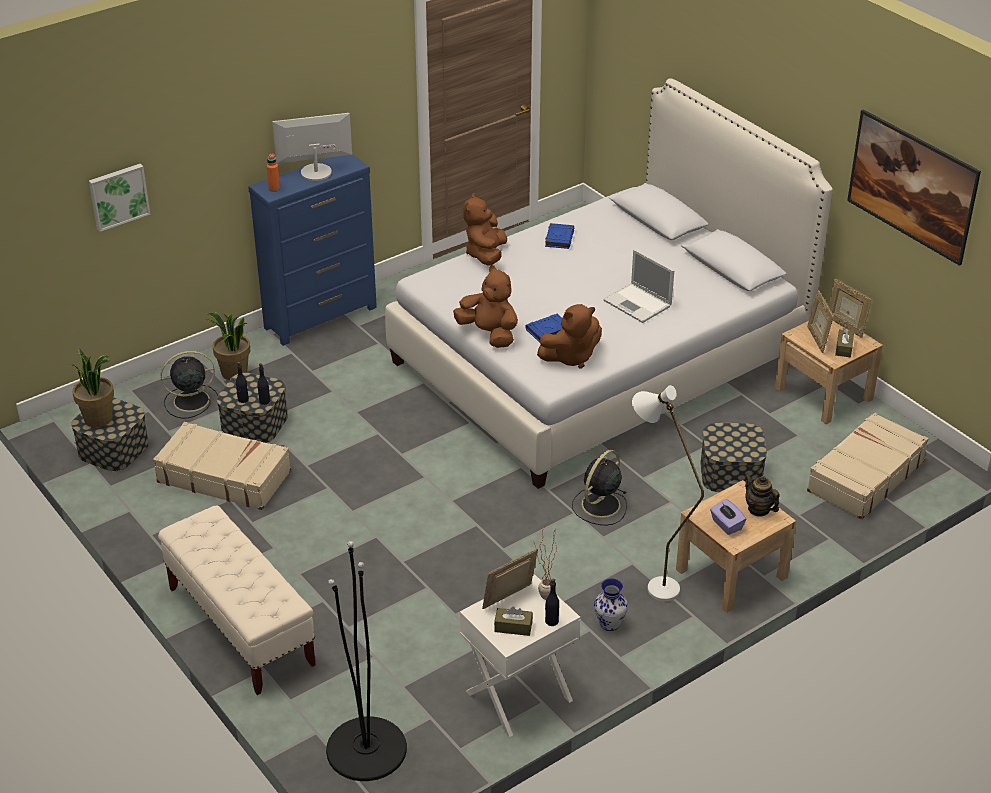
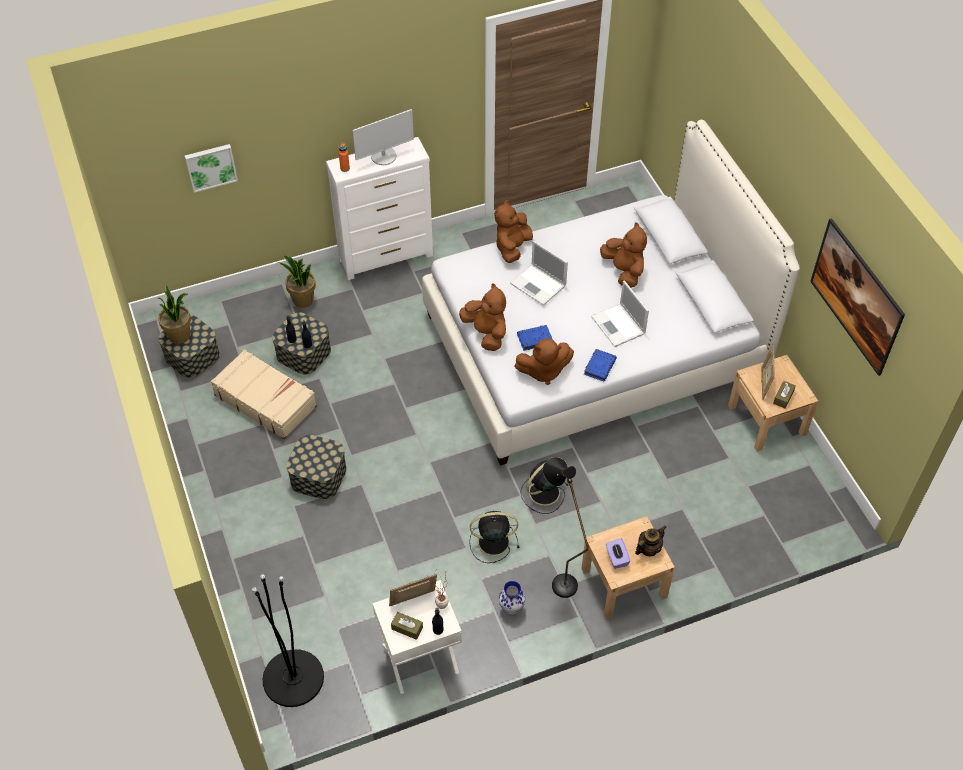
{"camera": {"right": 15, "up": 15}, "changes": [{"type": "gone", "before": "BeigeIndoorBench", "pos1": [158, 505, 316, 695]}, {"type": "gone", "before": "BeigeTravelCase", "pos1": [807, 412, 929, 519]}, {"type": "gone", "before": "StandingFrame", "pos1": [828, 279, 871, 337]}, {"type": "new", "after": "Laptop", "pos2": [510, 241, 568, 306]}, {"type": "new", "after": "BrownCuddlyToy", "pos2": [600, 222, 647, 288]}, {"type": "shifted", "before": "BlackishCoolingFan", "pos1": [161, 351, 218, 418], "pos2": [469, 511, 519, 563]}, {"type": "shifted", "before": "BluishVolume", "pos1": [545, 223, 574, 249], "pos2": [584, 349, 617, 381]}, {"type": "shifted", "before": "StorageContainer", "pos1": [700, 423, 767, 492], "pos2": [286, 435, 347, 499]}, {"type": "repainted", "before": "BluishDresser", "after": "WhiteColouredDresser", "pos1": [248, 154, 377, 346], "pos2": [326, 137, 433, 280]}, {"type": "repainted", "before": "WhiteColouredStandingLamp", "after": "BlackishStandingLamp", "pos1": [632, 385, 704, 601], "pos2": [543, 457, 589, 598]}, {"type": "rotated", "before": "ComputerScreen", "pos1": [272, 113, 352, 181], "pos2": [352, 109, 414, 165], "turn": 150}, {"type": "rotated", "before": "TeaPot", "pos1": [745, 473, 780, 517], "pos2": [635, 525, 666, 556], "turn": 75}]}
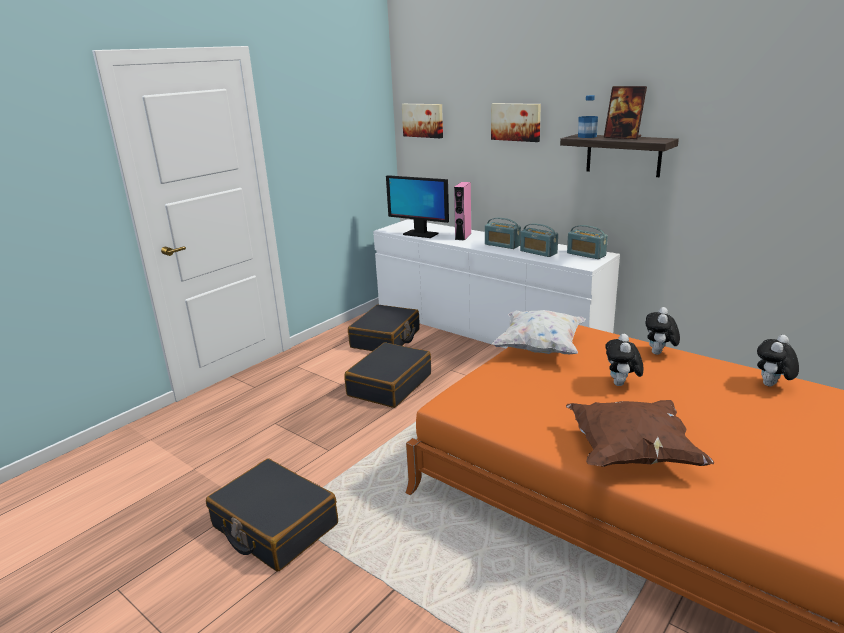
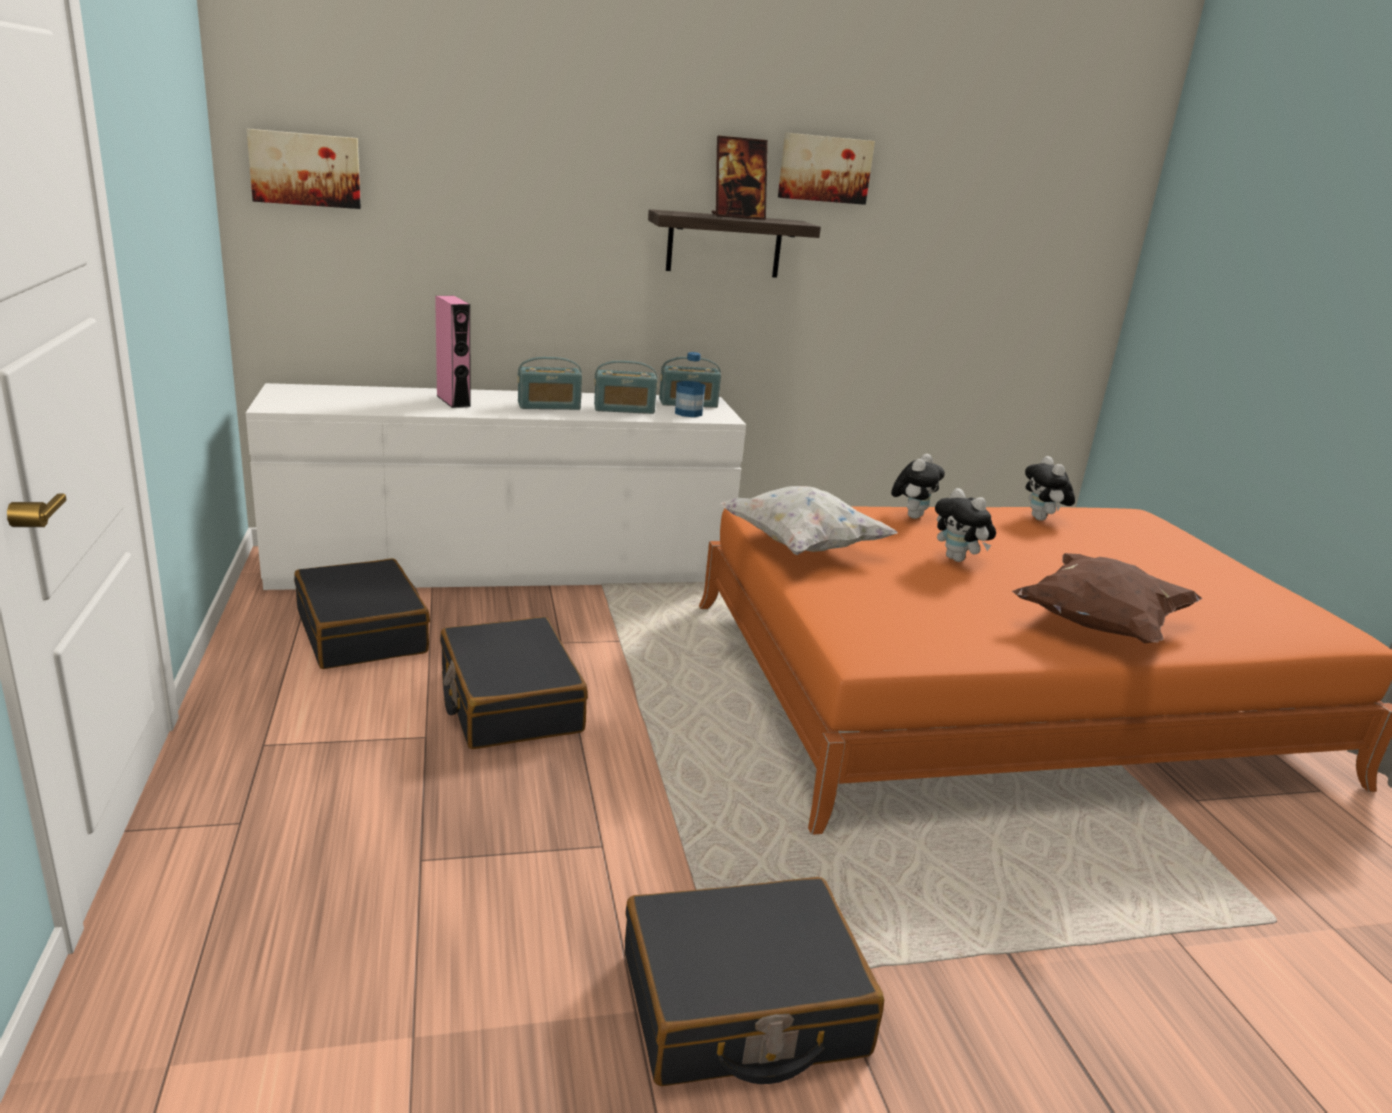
{"camera": {"right": -55, "up": 0}, "changes": [{"type": "gone", "before": "ComputerScreen", "pos1": [386, 175, 449, 238]}, {"type": "shifted", "before": "WallPicture", "pos1": [491, 103, 541, 142], "pos2": [778, 133, 875, 205]}, {"type": "shifted", "before": "DrinkBottle", "pos1": [578, 95, 598, 138], "pos2": [675, 352, 706, 417]}, {"type": "rotated", "before": "CuddlyToy", "pos1": [645, 307, 680, 355], "pos2": [891, 454, 945, 519], "turn": -120}]}
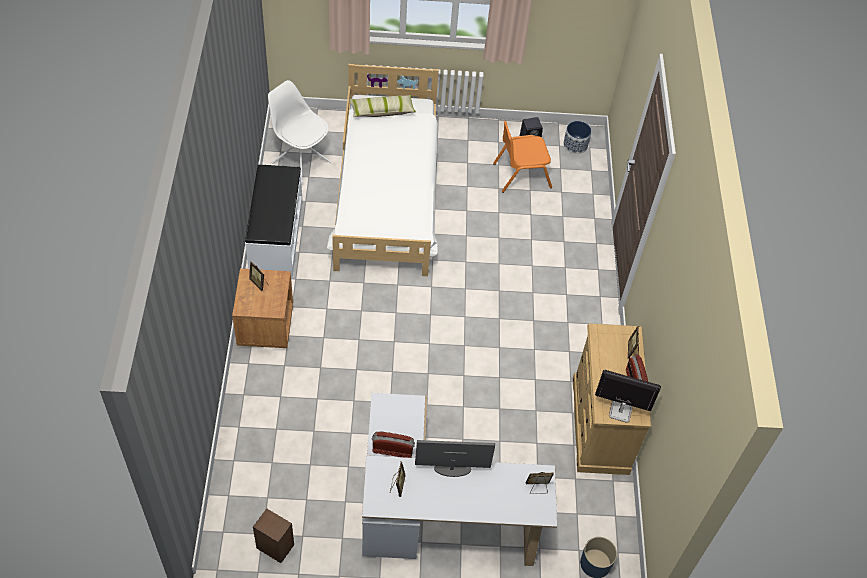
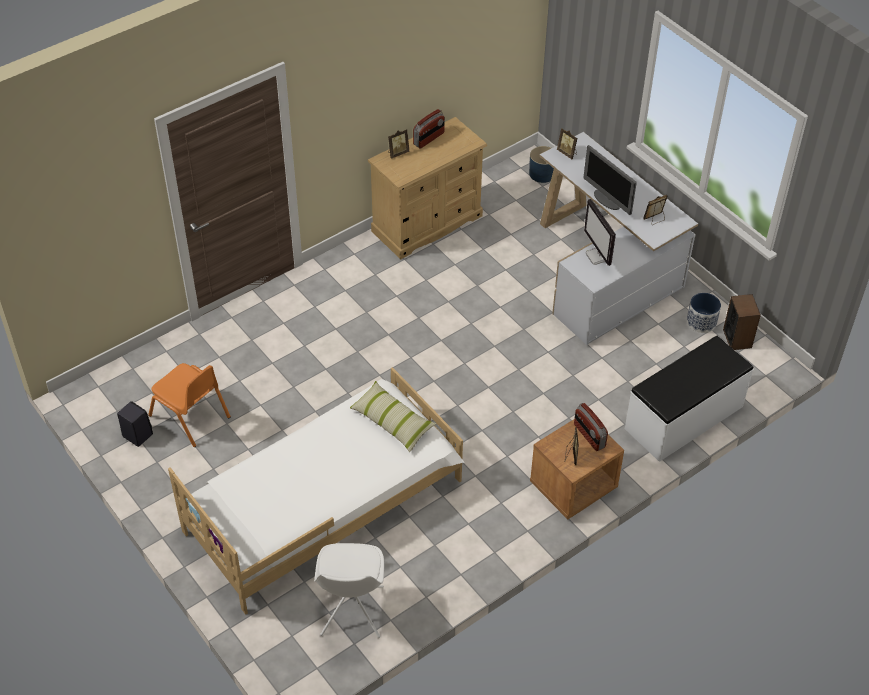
{"camera": {"right": -125, "up": -5}, "changes": [{"type": "shifted", "before": "WhiteColouredIndoorBench", "pos1": [245, 164, 303, 277], "pos2": [625, 336, 754, 462]}, {"type": "shifted", "before": "ThrowPillow", "pos1": [349, 95, 416, 117], "pos2": [350, 381, 436, 452]}, {"type": "shifted", "before": "RadioSet", "pos1": [372, 431, 415, 458], "pos2": [574, 403, 608, 451]}, {"type": "shifted", "before": "Planter", "pos1": [563, 121, 592, 154], "pos2": [687, 293, 721, 333]}, {"type": "shifted", "before": "ComputerScreen", "pos1": [595, 370, 661, 423], "pos2": [584, 199, 616, 266]}]}
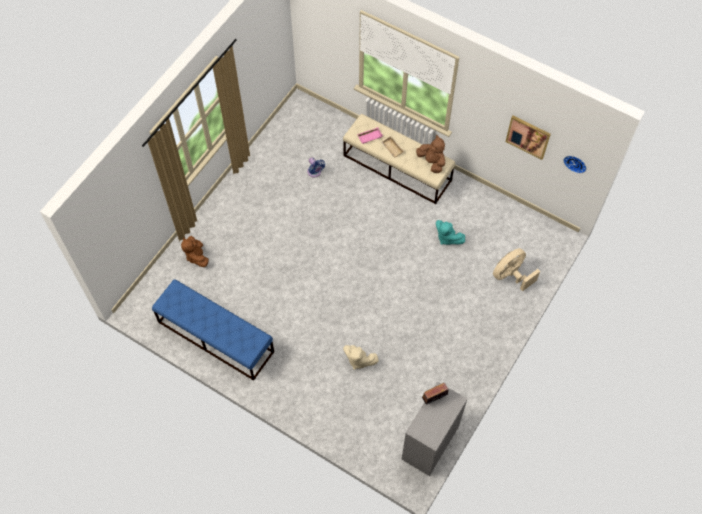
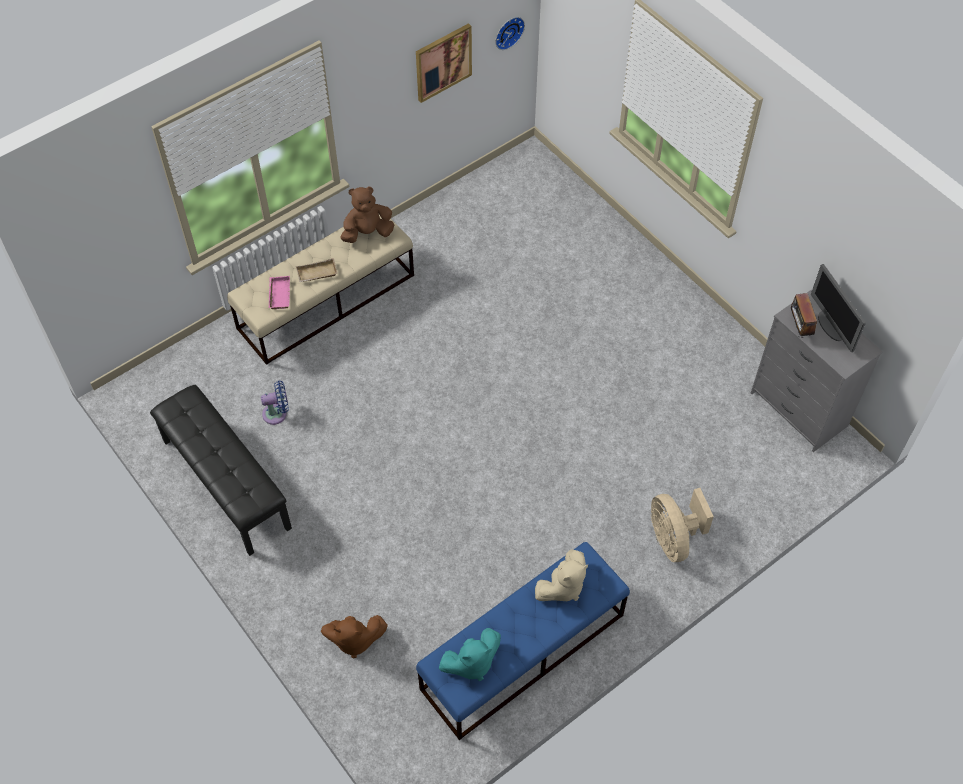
{"camera": {"right": -70, "up": -5}, "changes": [{"type": "new", "after": "BlackishIndoorBench", "pos2": [150, 385, 292, 556]}, {"type": "new", "after": "ComputerScreen", "pos2": [811, 264, 866, 352]}, {"type": "shifted", "before": "BeigeCuddlyToy", "pos1": [343, 345, 379, 370], "pos2": [535, 549, 588, 601]}, {"type": "shifted", "before": "TurquoiseColouredCuddlyToy", "pos1": [436, 220, 465, 245], "pos2": [439, 628, 501, 681]}, {"type": "shifted", "before": "BeigeCoolingFan", "pos1": [493, 248, 540, 291], "pos2": [651, 488, 714, 562]}]}
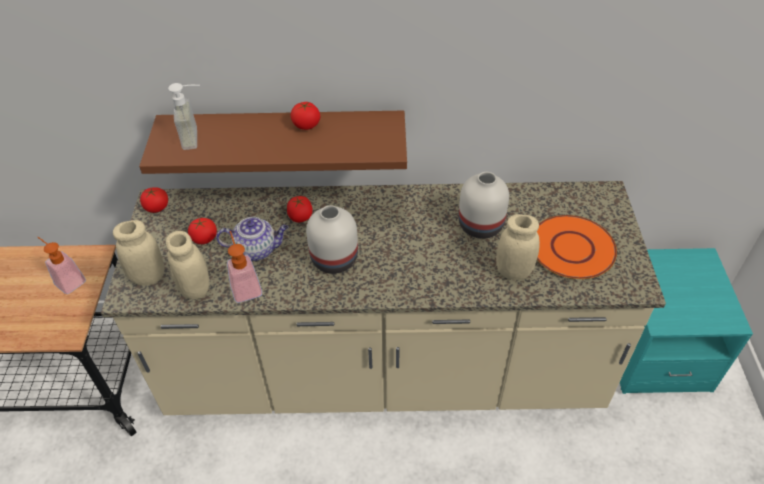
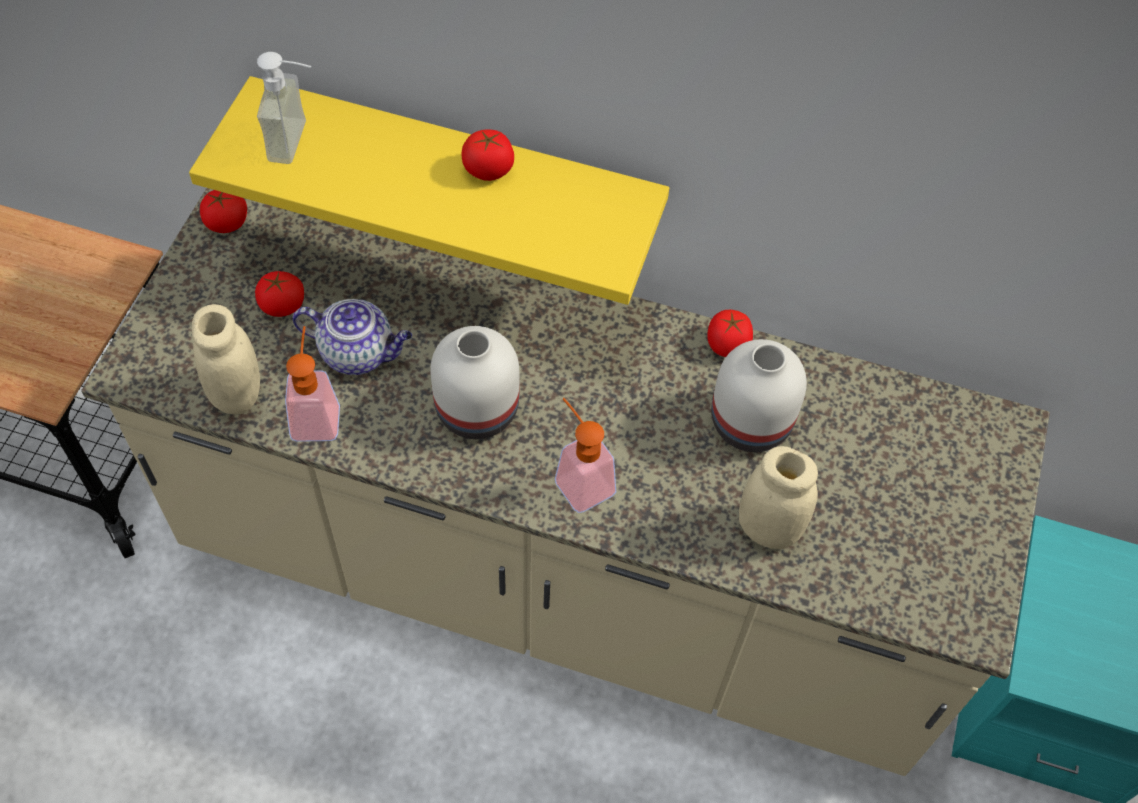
{"camera": {"right": 15, "up": 10}, "changes": [{"type": "gone", "before": "BeigePreserveJar", "pos1": [113, 220, 165, 286]}, {"type": "gone", "before": "OrangeColouredDinnerPlate", "pos1": [537, 215, 617, 279]}, {"type": "shifted", "before": "LiquidSoapBottle", "pos1": [37, 237, 86, 294], "pos2": [555, 398, 616, 513]}, {"type": "shifted", "before": "Tomato", "pos1": [287, 196, 313, 222], "pos2": [707, 310, 753, 357]}, {"type": "repainted", "before": "BrownBracketShelf", "after": "YellowishBracketShelf", "pos1": [139, 110, 407, 174], "pos2": [189, 76, 669, 305]}]}
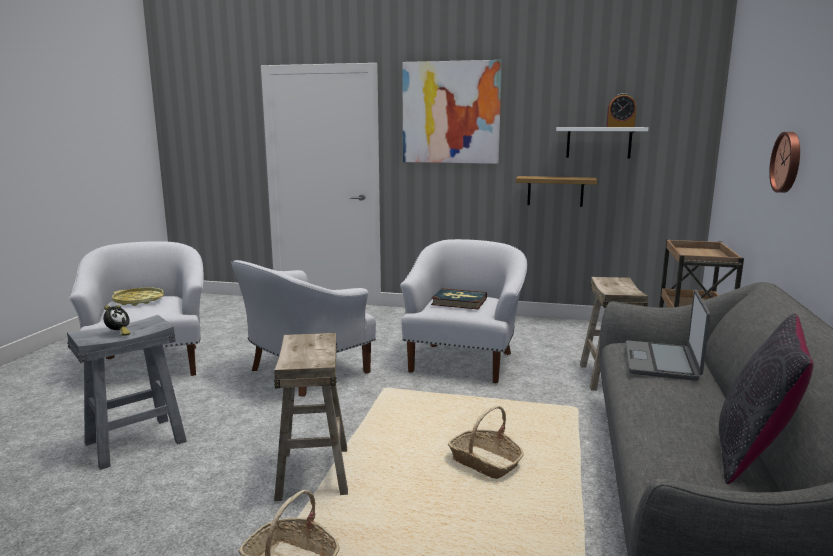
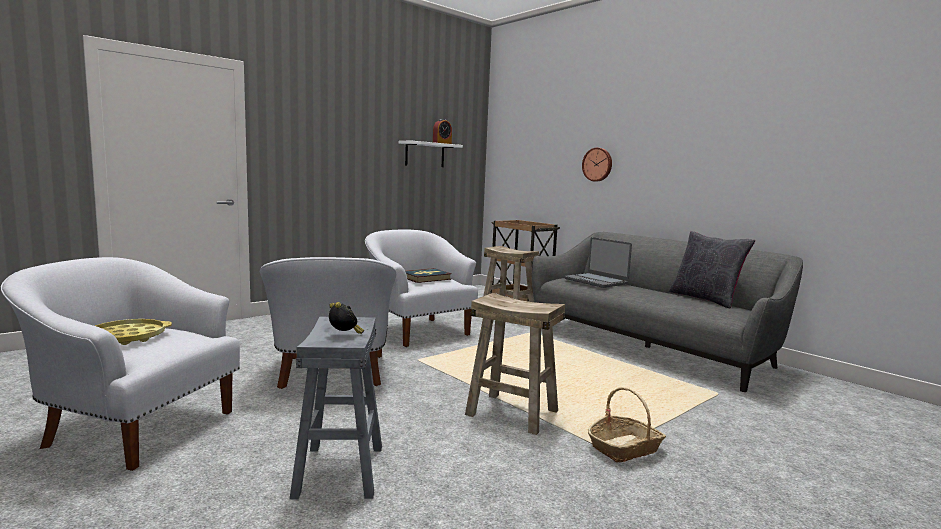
{"camera": {"right": -55, "up": -5}, "changes": [{"type": "gone", "before": "WallPicture", "pos1": [402, 60, 502, 164]}, {"type": "gone", "before": "HouseholdBasket", "pos1": [448, 406, 524, 479]}, {"type": "gone", "before": "BracketShelf", "pos1": [516, 176, 597, 207]}]}
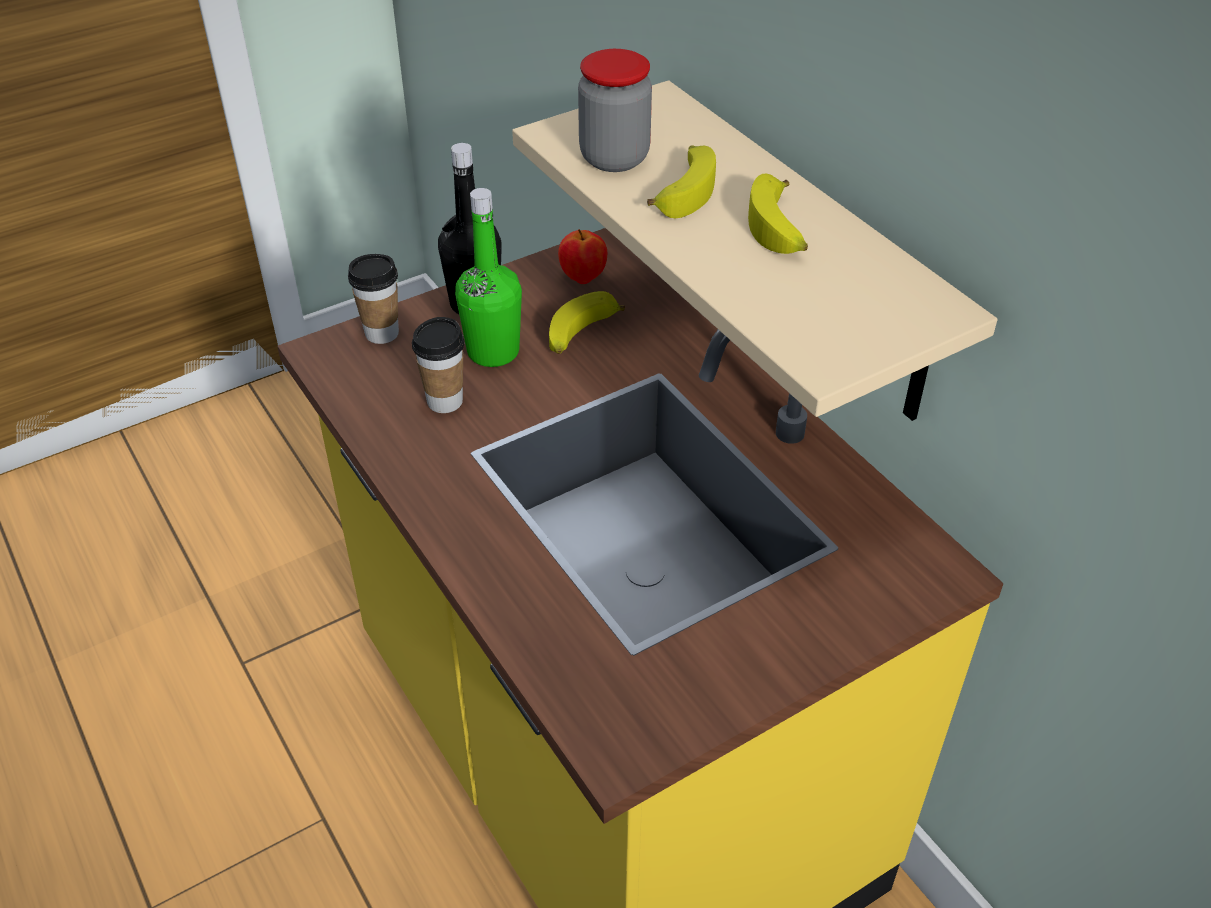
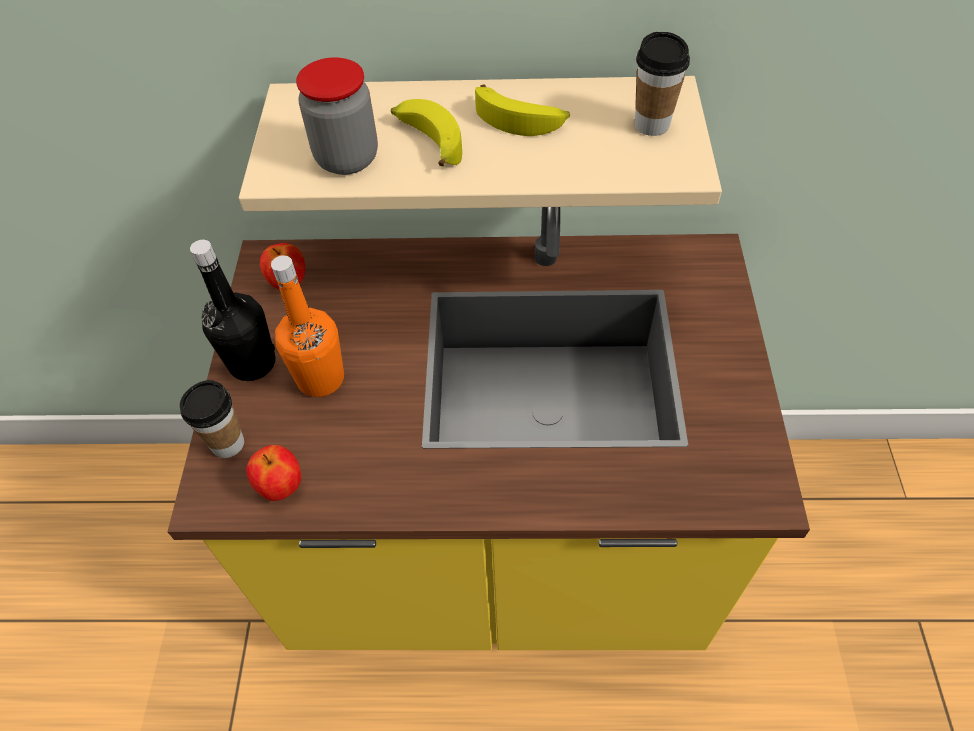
{"camera": {"right": -55, "up": 10}, "changes": [{"type": "gone", "before": "BananaFruit", "pos1": [549, 291, 625, 354]}, {"type": "new", "after": "AppleFruit", "pos2": [246, 445, 301, 501]}, {"type": "shifted", "before": "DrinkingCup", "pos1": [412, 317, 464, 413], "pos2": [635, 32, 690, 136]}, {"type": "repainted", "before": "GreenishDrinkBottle", "after": "OrangeColouredDrinkBottle", "pos1": [455, 188, 522, 367], "pos2": [271, 255, 344, 397]}]}
